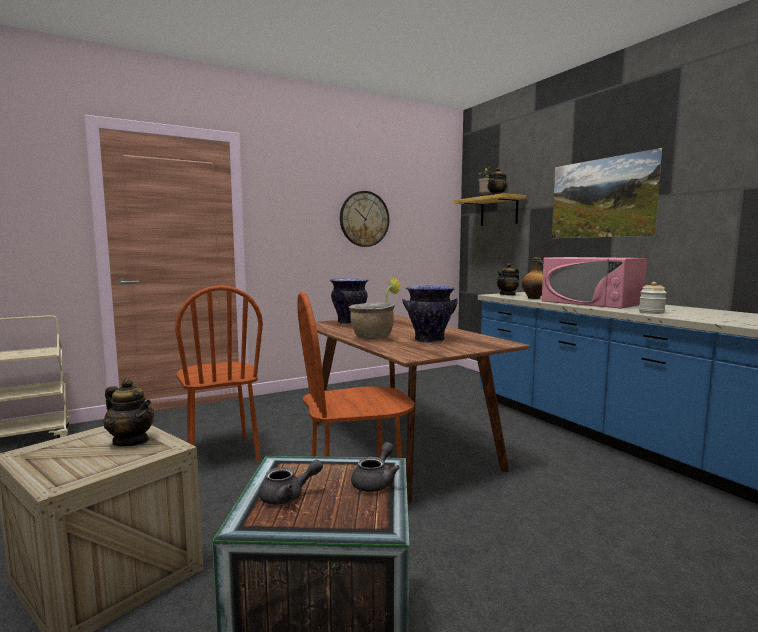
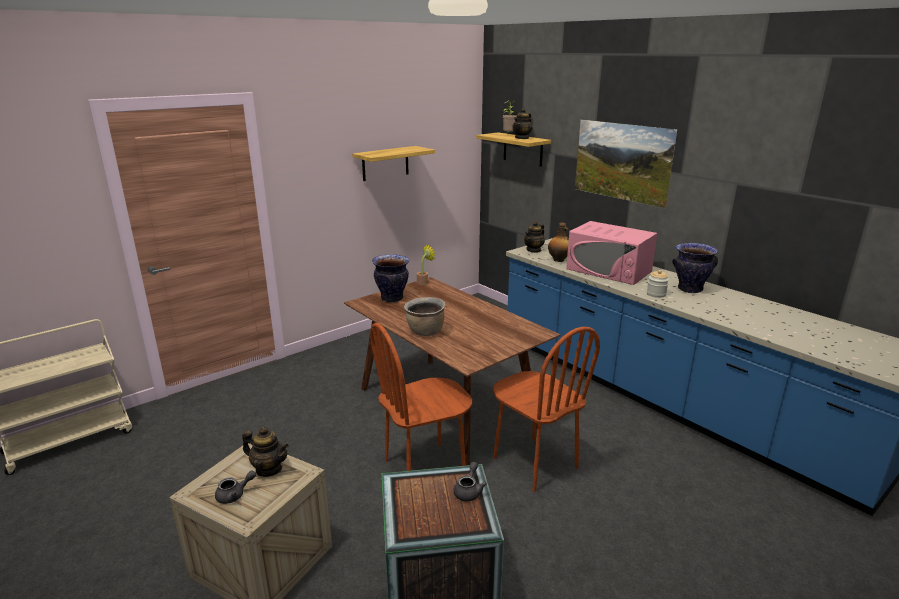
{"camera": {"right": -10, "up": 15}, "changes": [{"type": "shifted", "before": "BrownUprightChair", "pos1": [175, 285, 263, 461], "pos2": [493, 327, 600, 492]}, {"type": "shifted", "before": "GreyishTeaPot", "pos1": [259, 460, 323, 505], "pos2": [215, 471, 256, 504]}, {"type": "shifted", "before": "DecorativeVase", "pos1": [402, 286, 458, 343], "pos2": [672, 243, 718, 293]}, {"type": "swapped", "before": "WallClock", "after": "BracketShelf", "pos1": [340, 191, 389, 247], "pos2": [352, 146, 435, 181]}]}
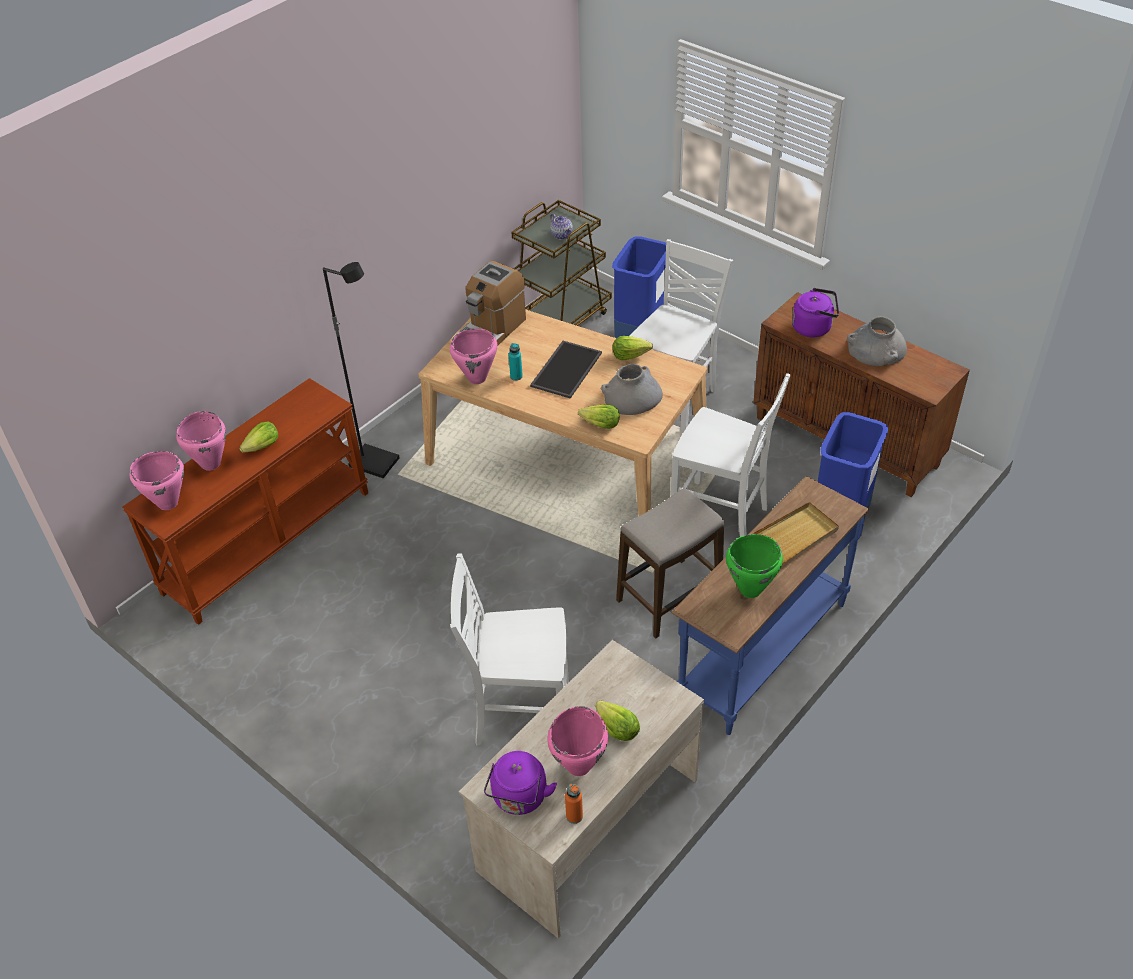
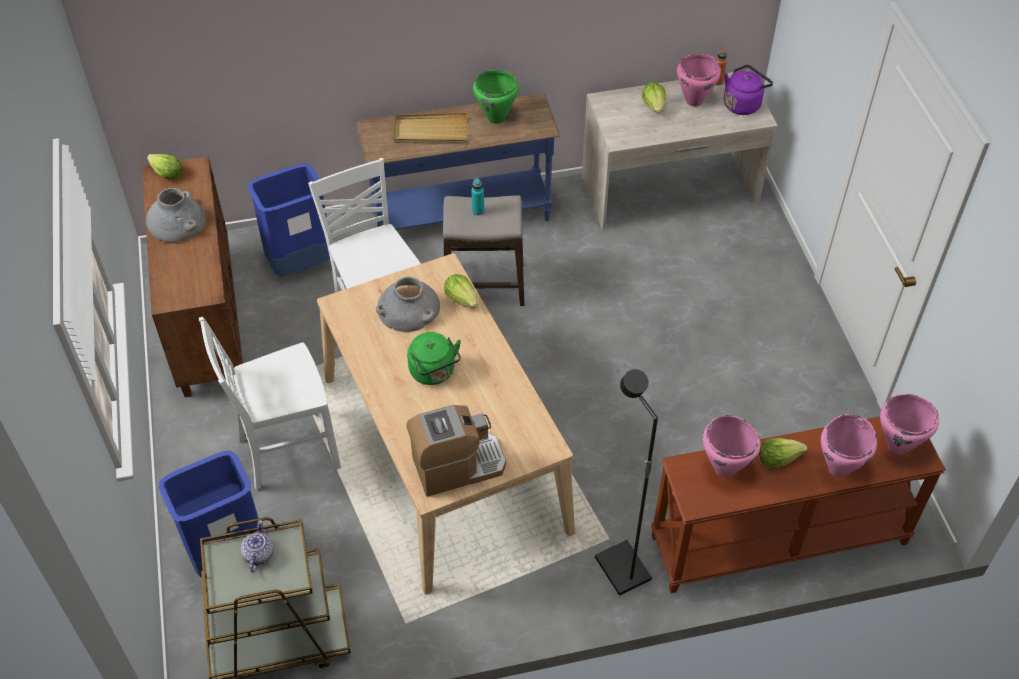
{"camera": {"right": -145, "up": 5}, "changes": [{"type": "gone", "before": "WhiteColouredUprightChair", "pos1": [450, 553, 569, 746]}, {"type": "gone", "before": "PurplishWaterKettle", "pos1": [792, 288, 839, 337]}, {"type": "shifted", "before": "PinkColouredSaucepot", "pos1": [450, 329, 498, 384], "pos2": [703, 415, 760, 477]}, {"type": "shifted", "before": "TurquoiseColouredDrinkBottle", "pos1": [508, 343, 523, 381], "pos2": [471, 178, 484, 215]}, {"type": "shifted", "before": "Lettuce", "pos1": [613, 336, 653, 360], "pos2": [147, 154, 183, 179]}, {"type": "swapped", "before": "ServingTray", "after": "GreenishWaterKettle", "pos1": [530, 341, 602, 399], "pos2": [407, 332, 461, 385]}]}
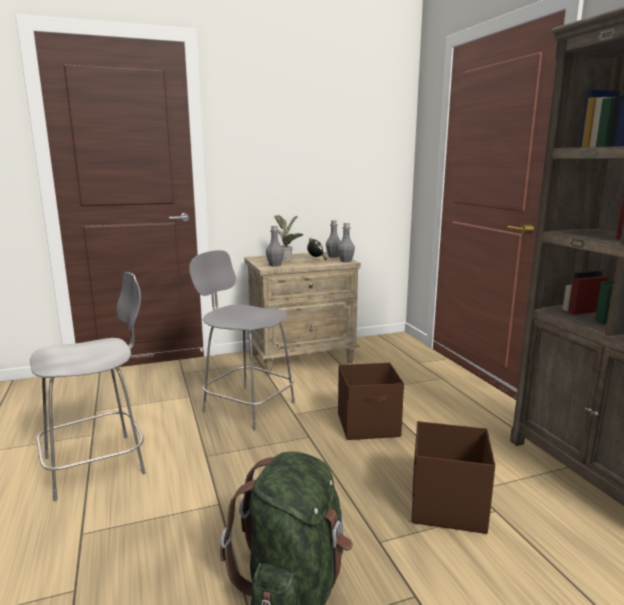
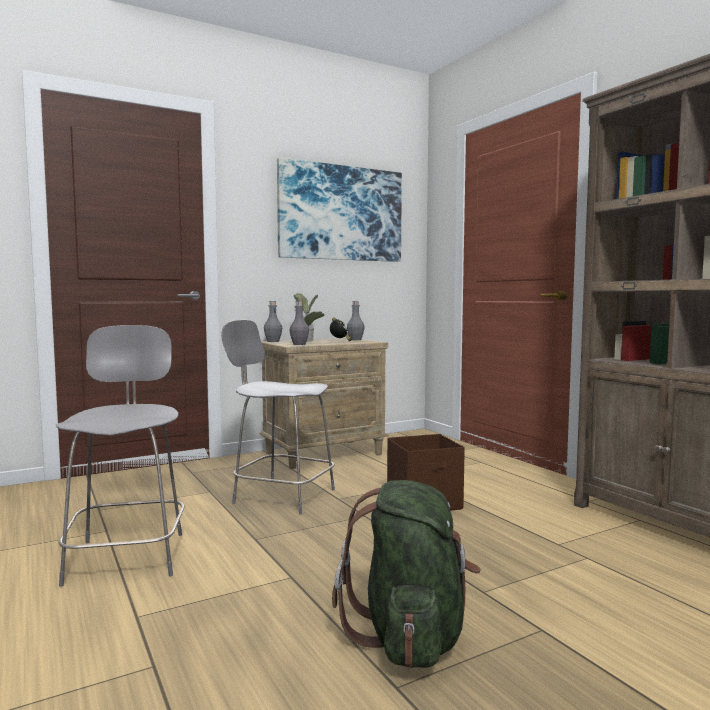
{"camera": {"right": -10, "up": -10}, "changes": [{"type": "gone", "before": "BrownStorageContainer", "pos1": [412, 421, 495, 534]}, {"type": "new", "after": "WallPicture", "pos2": [277, 157, 402, 262]}, {"type": "shifted", "before": "GreyishDrinkBottle", "pos1": [337, 223, 355, 262], "pos2": [264, 301, 282, 342]}, {"type": "rotated", "before": "GreyishUprightChair", "pos1": [30, 272, 146, 501], "pos2": [56, 325, 185, 587], "turn": -60}]}
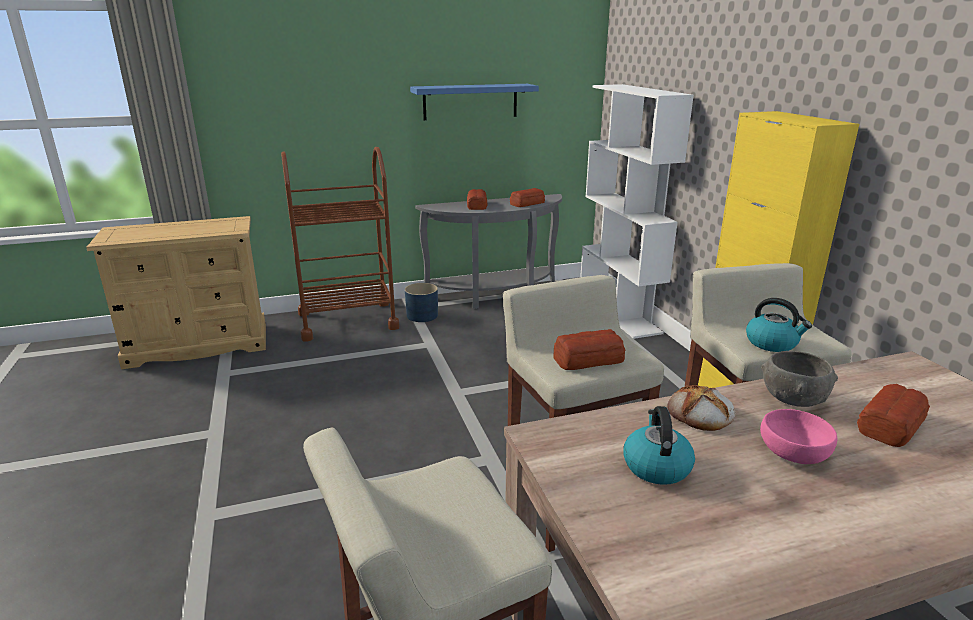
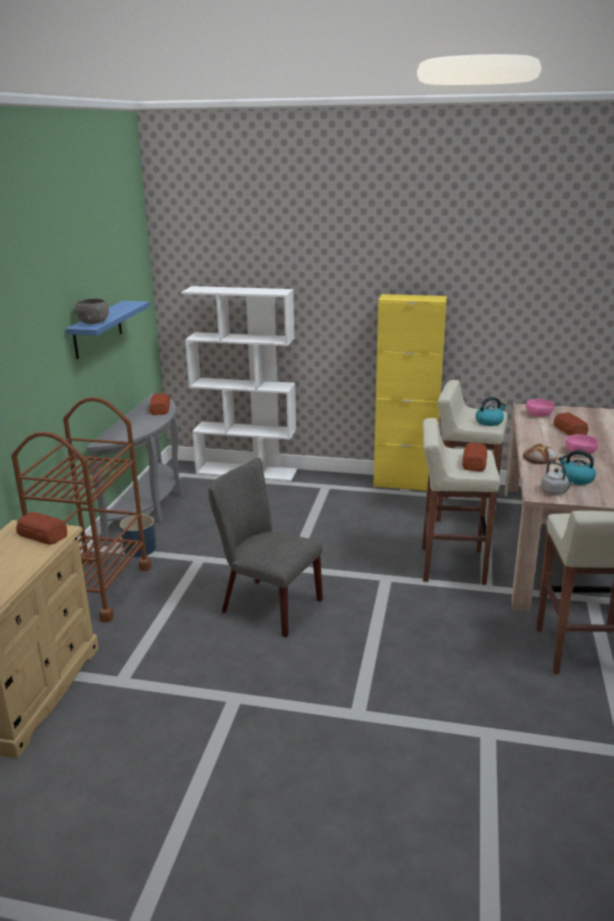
{"camera": {"right": -60, "up": 0}, "changes": [{"type": "new", "after": "GreyishUprightChair", "pos2": [208, 458, 323, 637]}, {"type": "new", "after": "PinkColouredServingBowl", "pos2": [526, 399, 555, 417]}, {"type": "new", "after": "GreyishWaterKettle", "pos2": [541, 461, 574, 495]}, {"type": "shifted", "before": "Bread", "pos1": [467, 189, 487, 210], "pos2": [16, 512, 67, 545]}, {"type": "shifted", "before": "GreyishServingBowl", "pos1": [761, 351, 838, 407], "pos2": [74, 298, 109, 324]}]}
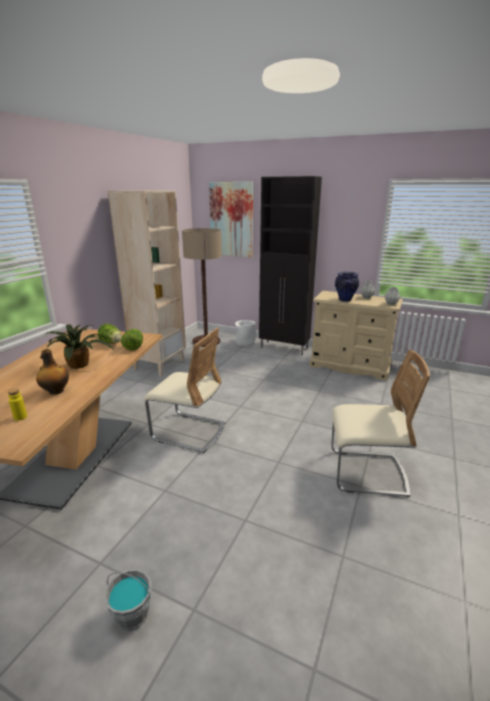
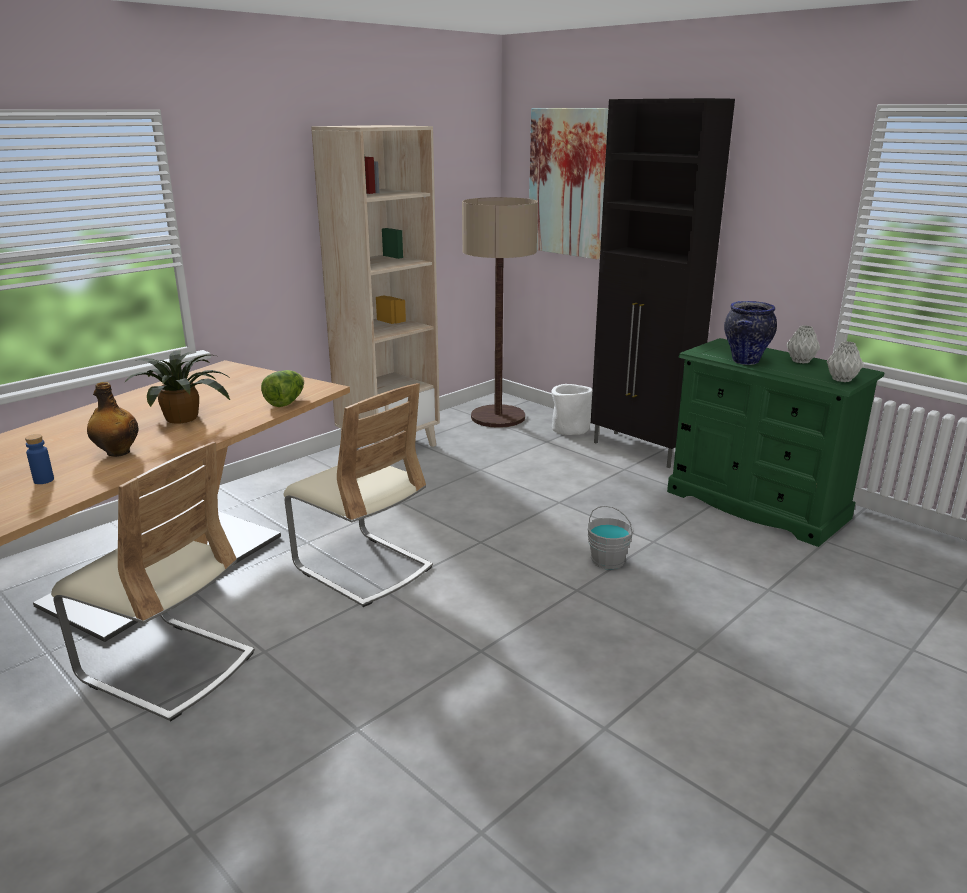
{"camera": {"right": 20, "up": 0}, "changes": [{"type": "gone", "before": "Lettuce", "pos1": [98, 324, 122, 343]}, {"type": "shifted", "before": "GreyishBucket", "pos1": [104, 569, 152, 631], "pos2": [587, 506, 634, 569]}, {"type": "shifted", "before": "BeigeUprightChair", "pos1": [331, 350, 430, 497], "pos2": [51, 442, 255, 721]}, {"type": "repainted", "before": "YellowishDrinkBottle", "after": "BluishDrinkBottle", "pos1": [8, 388, 27, 421], "pos2": [25, 434, 54, 484]}, {"type": "repainted", "before": "BeigeDresser", "after": "GreenishDresser", "pos1": [309, 291, 403, 381], "pos2": [667, 338, 885, 547]}]}
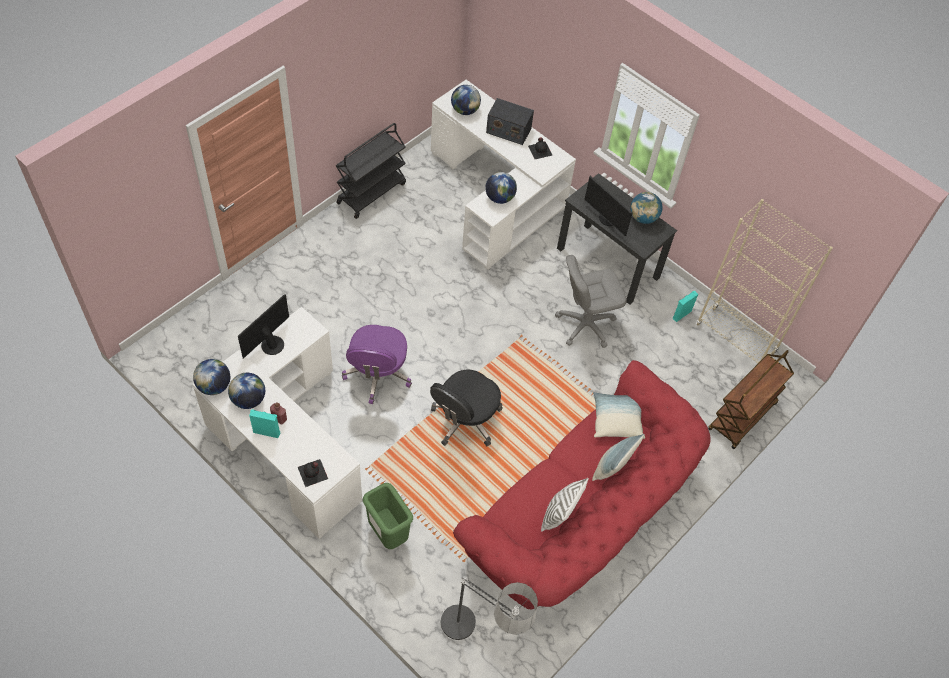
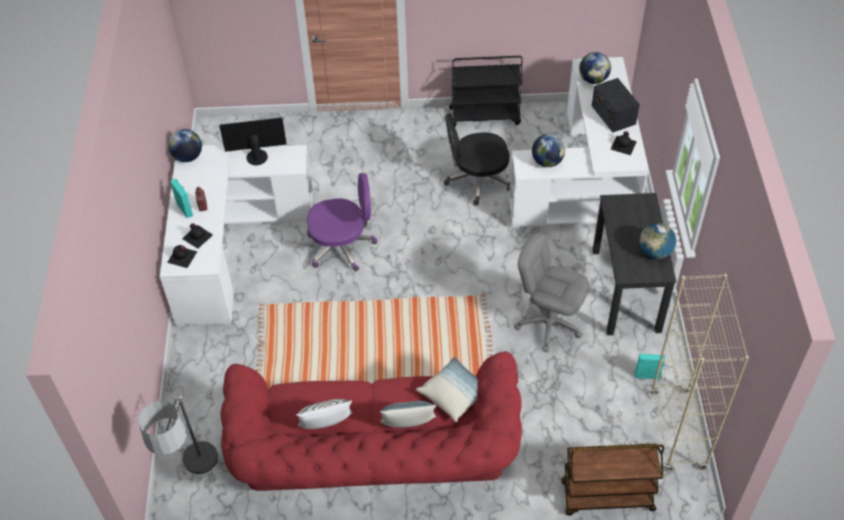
{"camera": {"right": 50, "up": -5}, "changes": [{"type": "gone", "before": "WorldGlobe", "pos1": [228, 373, 265, 409]}, {"type": "gone", "before": "GreenishWasteBin", "pos1": [363, 483, 413, 549]}, {"type": "gone", "before": "ComputerScreen", "pos1": [584, 176, 632, 236]}, {"type": "new", "after": "BlackishDrinkBottle", "pos2": [182, 223, 213, 249]}, {"type": "shifted", "before": "BlackishOfficeChair", "pos1": [430, 369, 503, 446], "pos2": [444, 113, 510, 206]}, {"type": "rotated", "before": "PurplishOfficeChair", "pos1": [342, 325, 412, 404], "pos2": [307, 173, 377, 272], "turn": -150}]}
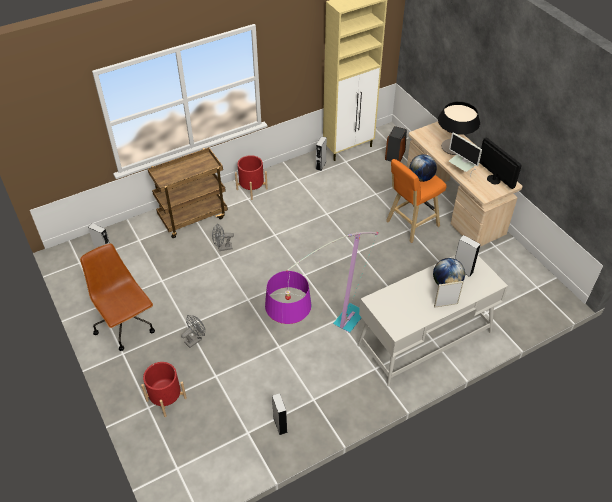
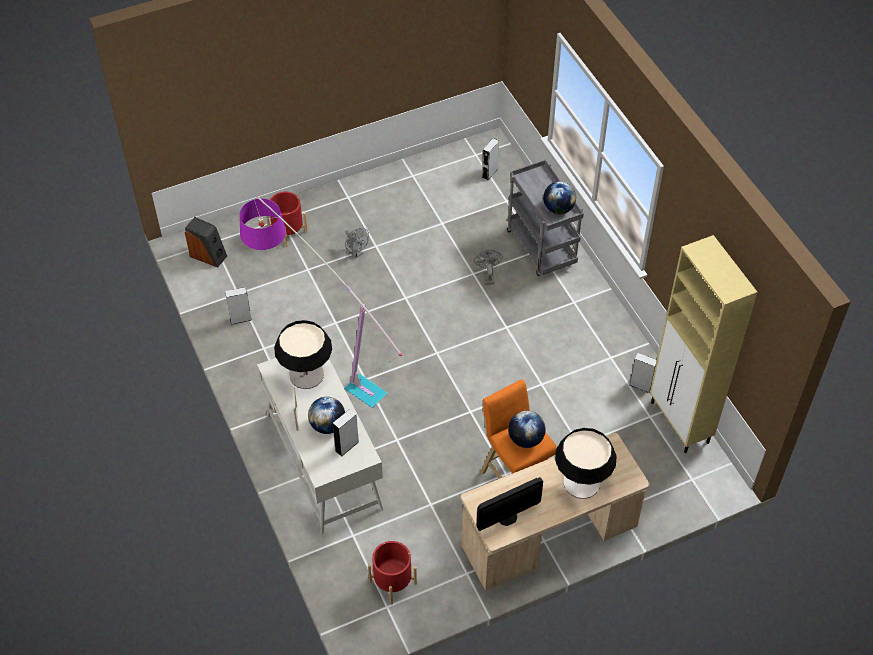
{"camera": {"right": 95, "up": 5}, "changes": [{"type": "gone", "before": "BrownOfficeChair", "pos1": [80, 243, 155, 351]}, {"type": "gone", "before": "ComputerScreen", "pos1": [449, 133, 482, 172]}, {"type": "new", "after": "TabletopLamp", "pos2": [274, 320, 332, 389]}, {"type": "new", "after": "WorldGlobe", "pos2": [543, 181, 576, 214]}, {"type": "shifted", "before": "ReddishPlanter", "pos1": [235, 155, 268, 200], "pos2": [368, 541, 417, 604]}, {"type": "shifted", "before": "AudioSpeaker", "pos1": [385, 126, 407, 162], "pos2": [185, 217, 227, 267]}, {"type": "repainted", "before": "BrownWheeledCart", "after": "GreyishWheeledCart", "pos1": [148, 147, 228, 238], "pos2": [507, 160, 584, 276]}]}
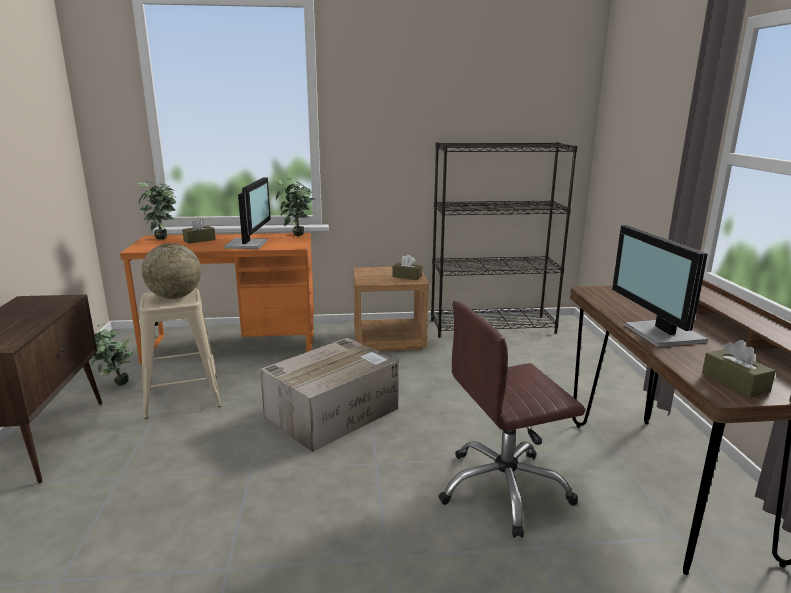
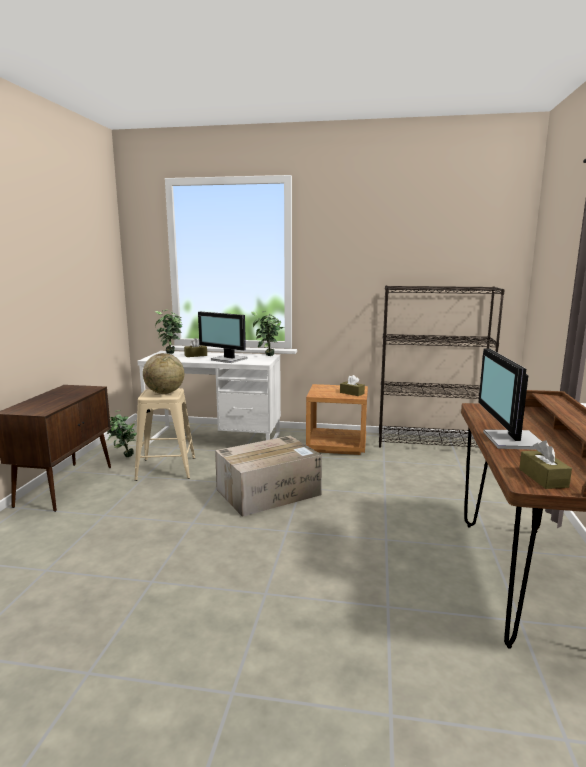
{"camera": {"right": 15, "up": -5}, "changes": [{"type": "gone", "before": "BrownOfficeChair", "pos1": [438, 301, 585, 538]}, {"type": "repainted", "before": "OrangeColouredDeskTable", "after": "WhiteColouredDeskTable", "pos1": [120, 233, 314, 364], "pos2": [137, 351, 281, 444]}, {"type": "rotated", "before": "ComputerScreen", "pos1": [224, 177, 271, 249], "pos2": [198, 312, 248, 363], "turn": 105}]}
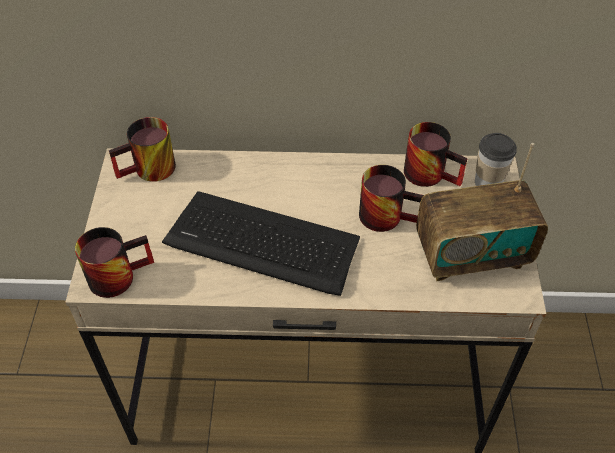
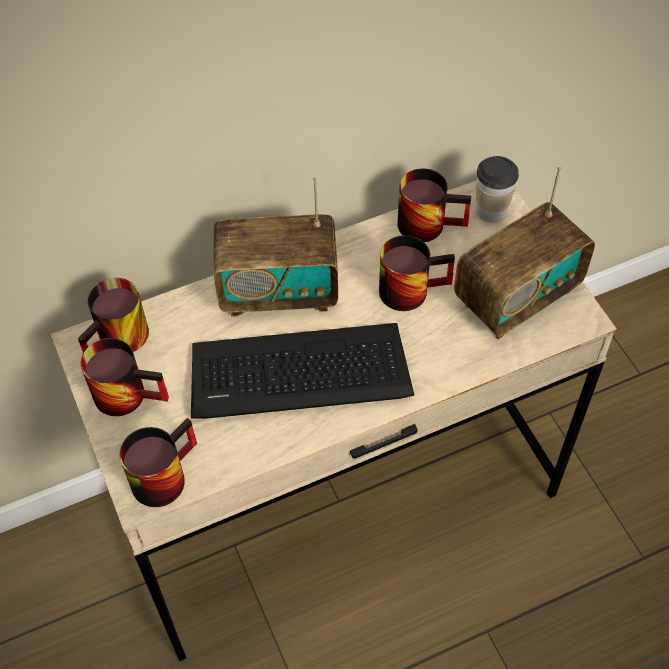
{"camera": {"right": -25, "up": 5}, "changes": [{"type": "new", "after": "TeaMug", "pos2": [81, 338, 169, 416]}, {"type": "new", "after": "RadioSet", "pos2": [214, 175, 338, 317]}]}
